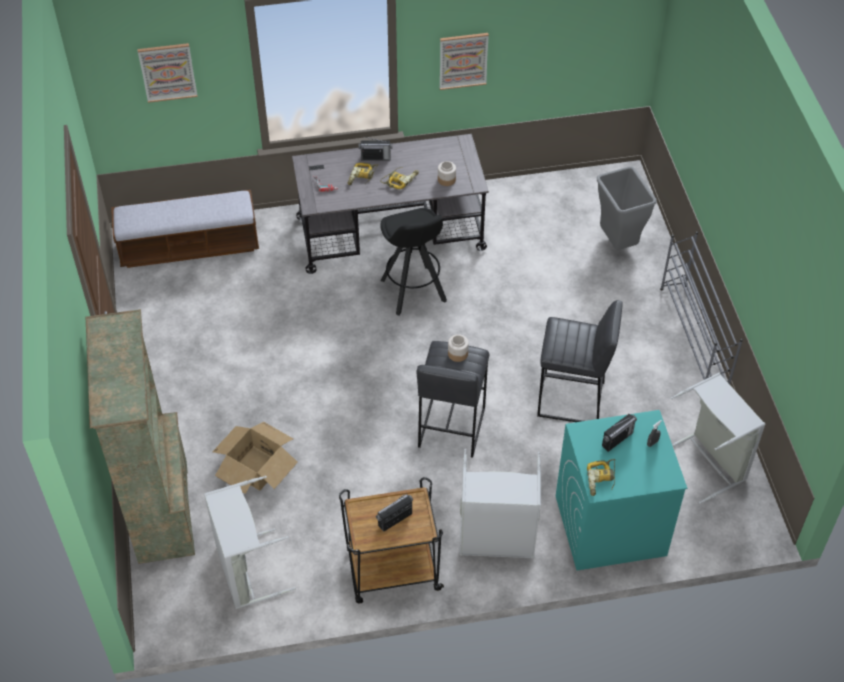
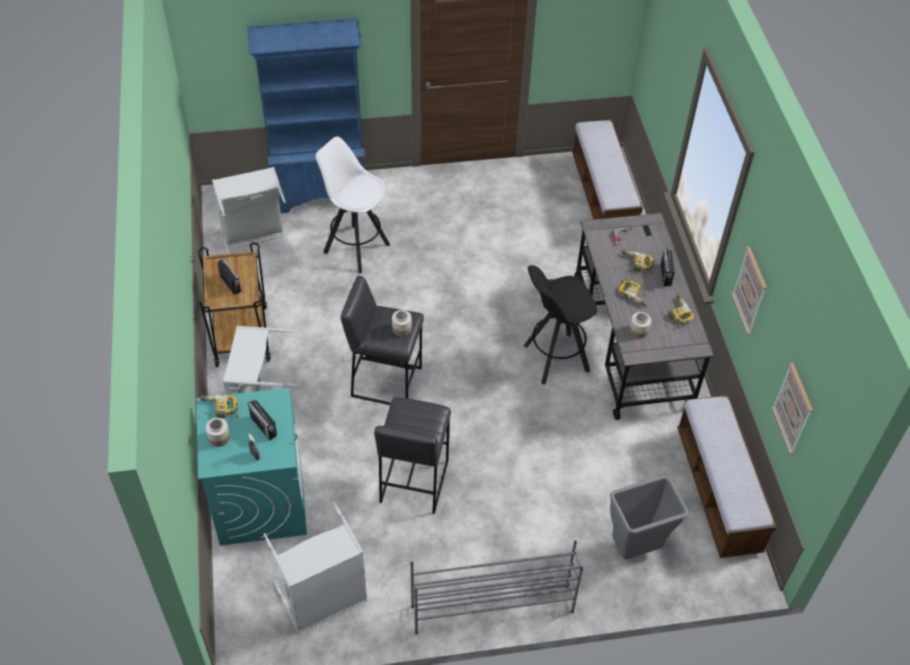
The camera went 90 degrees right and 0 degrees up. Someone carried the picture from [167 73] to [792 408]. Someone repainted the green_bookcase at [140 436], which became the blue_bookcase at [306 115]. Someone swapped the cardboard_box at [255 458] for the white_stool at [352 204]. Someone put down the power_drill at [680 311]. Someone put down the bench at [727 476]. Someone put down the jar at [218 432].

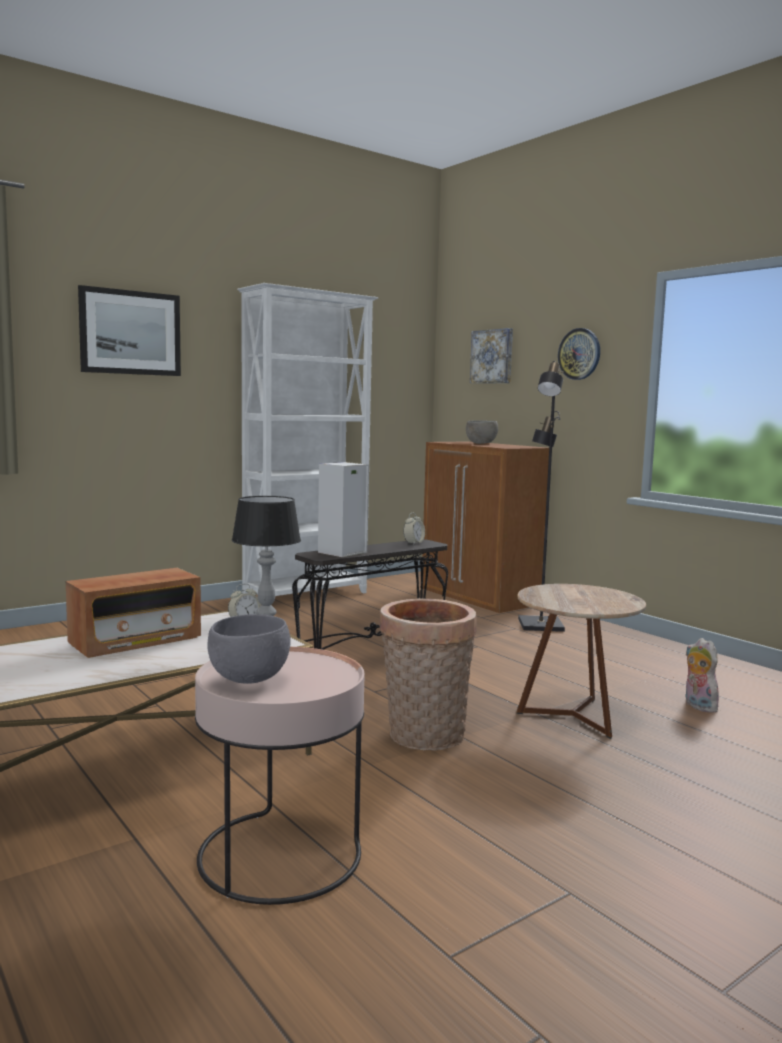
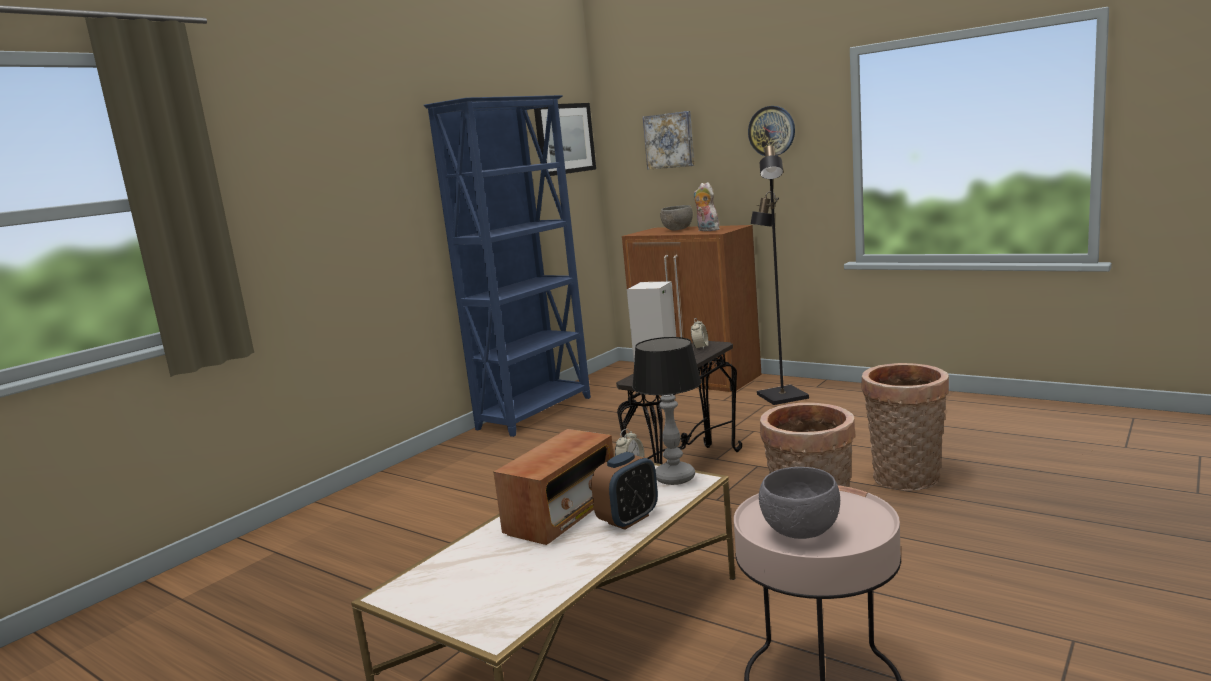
The camera went 15 degrees left and 5 degrees up. Someone repainted the white_bookcase at [308 439], which became the blue_bookcase at [507 266]. Someone carried the picture from [129 330] to [565 140]. Someone swapped the brown_side_table at [581 661] for the basket at [905 426]. Someone carried the plush_toy from [702 675] to [706 206]. Someone put down the alarm_clock at [624 491].

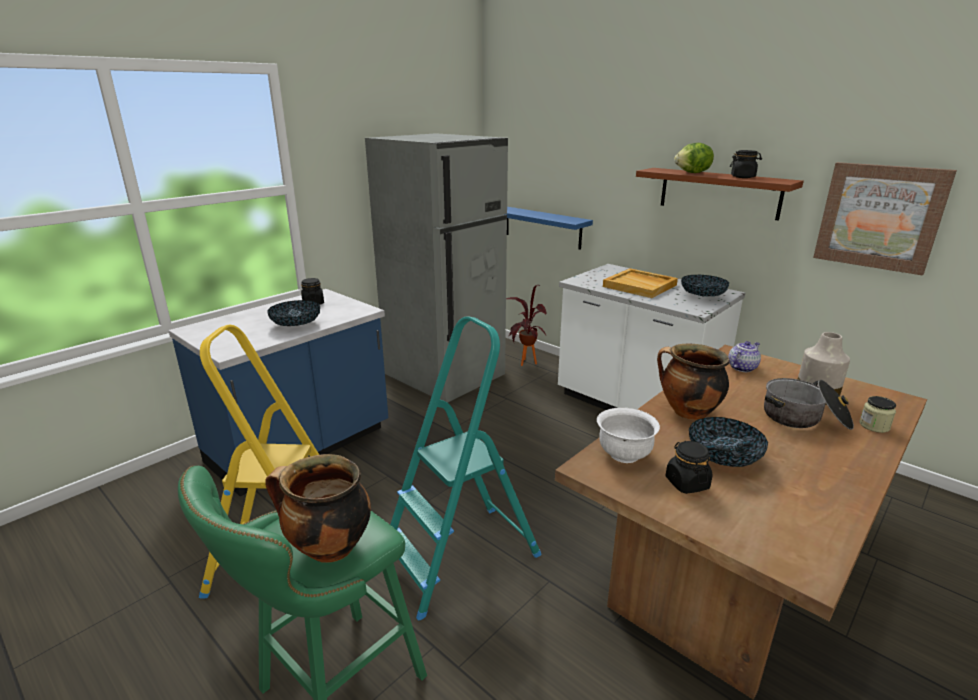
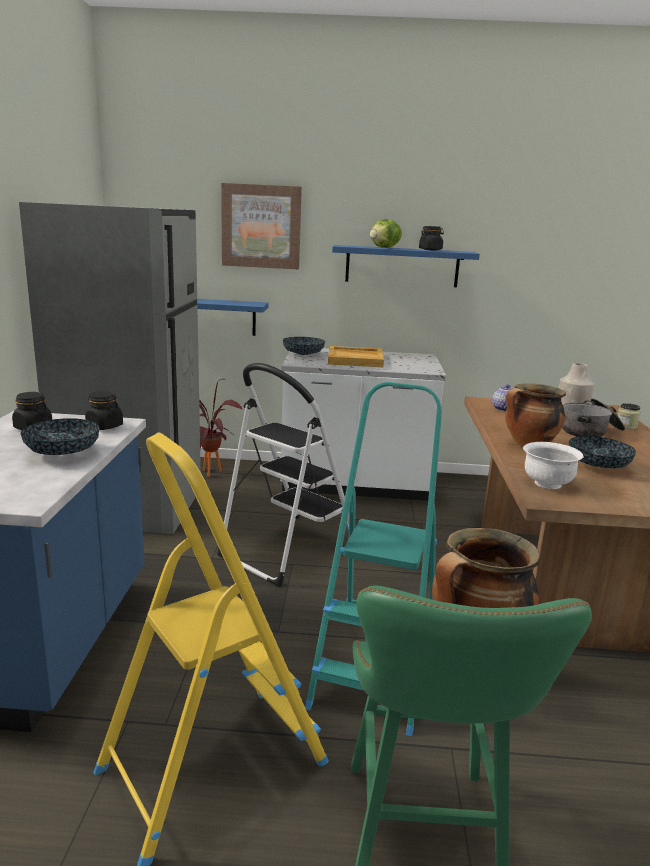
The camera went 40 degrees left and 5 degrees down. Someone carried the picture from [885 218] to [261 226]. Someone repainted the brown_shelf at [720 194], which became the blue_shelf at [406 266]. Someone carried the bowl from [705 285] to [304 346]. Someone carried the black_jar from [688 467] to [104 410]. Someone put down the step_ladder at [283 475].

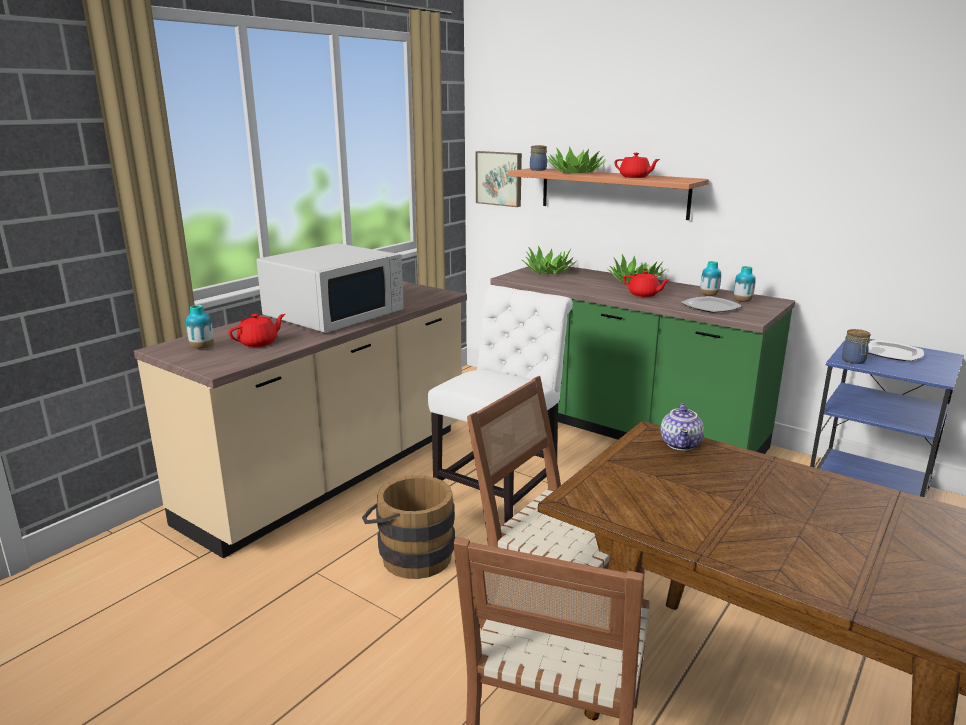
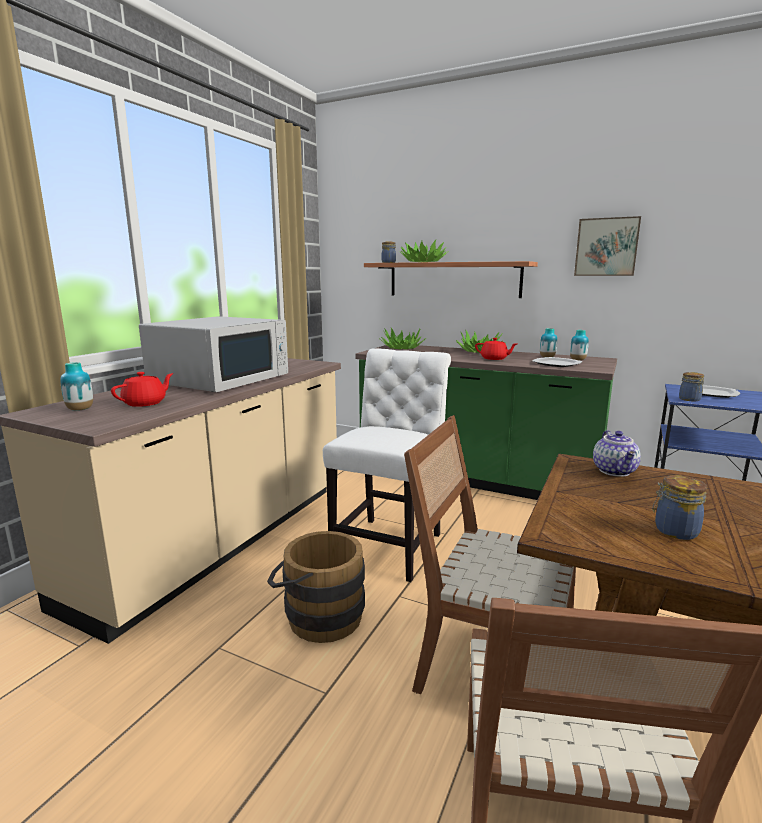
The camera went 10 degrees left and 5 degrees down. Someone carried the picture from [499 179] to [607 246]. Someone took away the red_teapot at [637 165]. Someone put down the jar at [679 507].

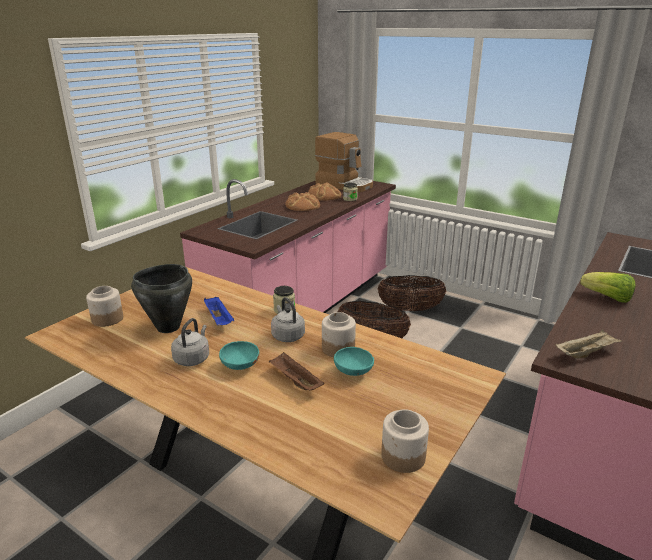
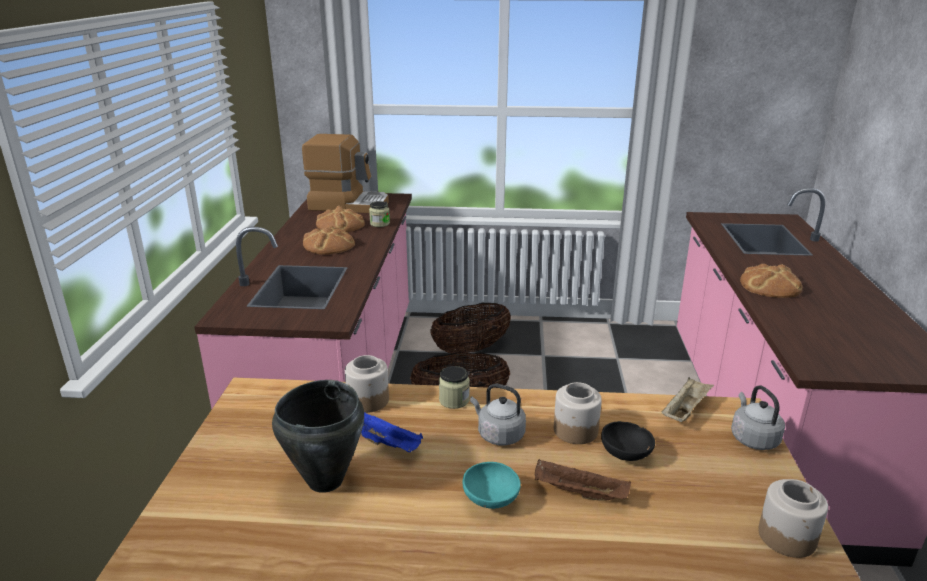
The camera went 30 degrees left and 0 degrees up. Someone swapped the lettuce at [608 287] for the bread at [771 281]. Someone carried the jar from [104 306] to [367 384]. Someone carried the grey_kettle from [190 342] to [758 417]. Someone carried the beige_tray from [589 344] to [688 399]. Someone repainted the turquoise_bowl at [354 361], which became the black_bowl at [628 441].

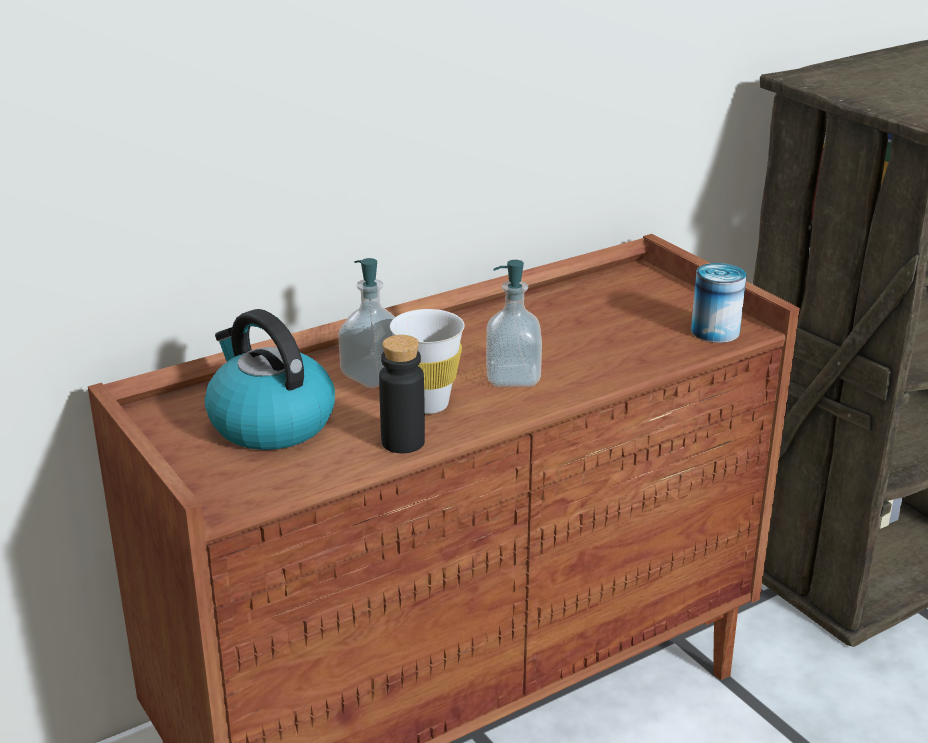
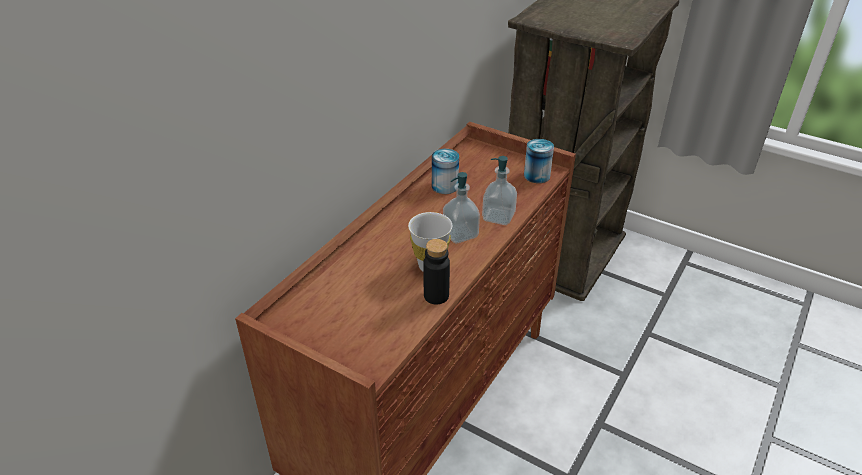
The camera went 25 degrees left and 10 degrees up. Someone carried the soap_dispenser from [366 323] to [499 190]. Someone took away the kettle at [270 379]. Someone put down the can at [445 171].

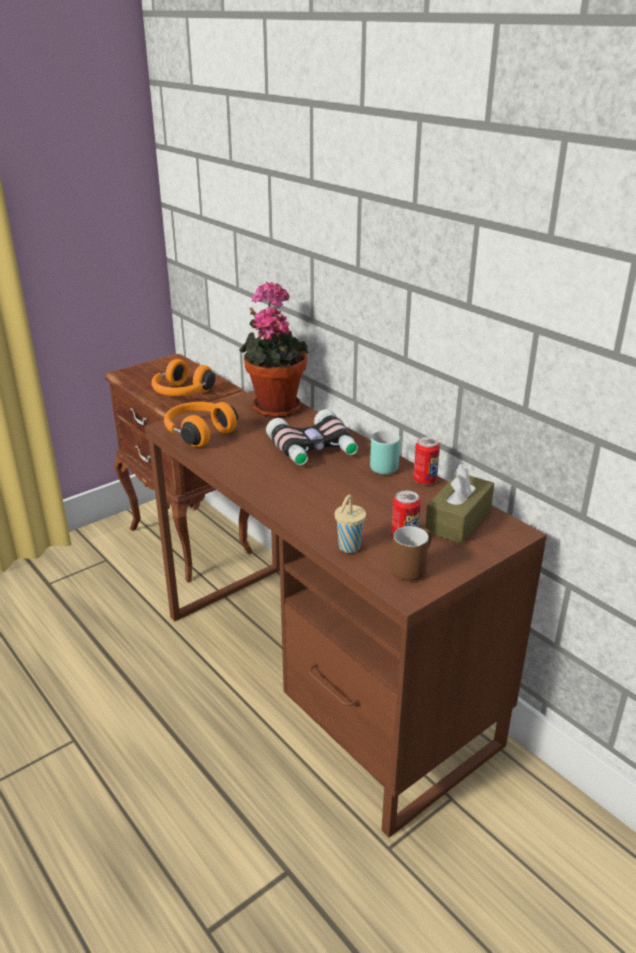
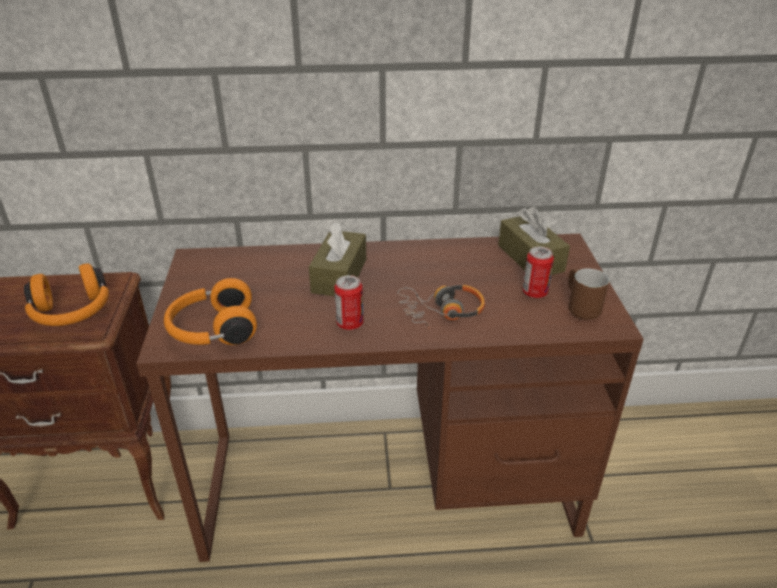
The camera went 55 degrees left and 5 degrees up. Someone took away the potted_plant at [274 350]. Someone swapped the binoculars at [312 437] for the brown_tissue_box at [337 258]. Someone took away the turquoise_mug at [385 453]. Someone carried the can from [426 461] to [348 302]. Someone took away the beige_cup at [350 524]. Someone put down the headphones at [441 307].

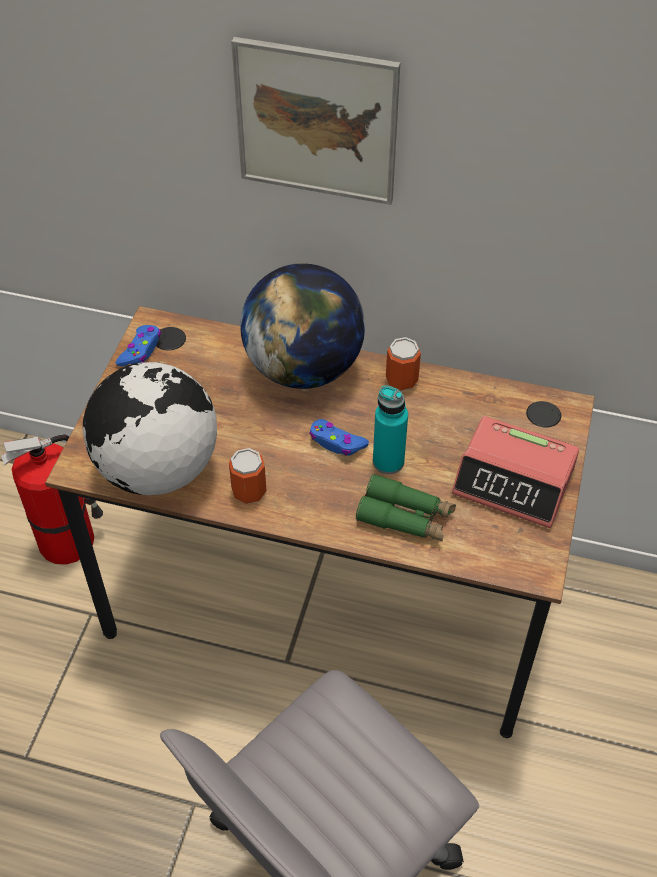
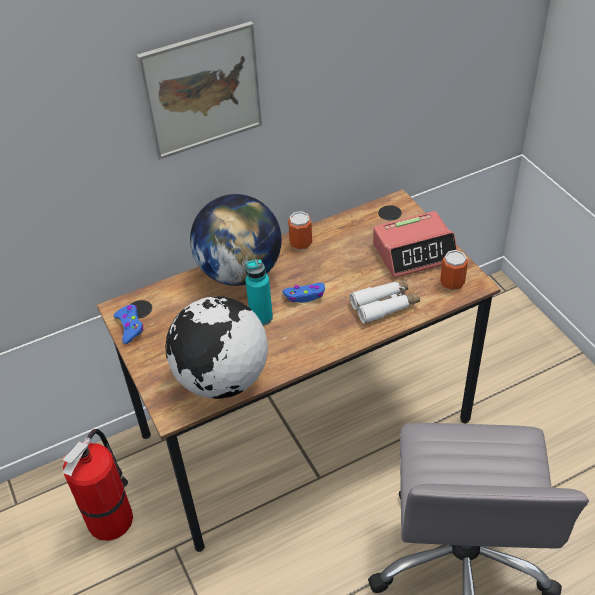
The camera went 40 degrees left and 5 degrees down. Someone carried the turquoise_bottle from [390 429] to [259 292]. Someone carried the can from [248 476] to [454 270]. Someone repainted the green_binoculars at [406 508], which became the white_binoculars at [385 301].

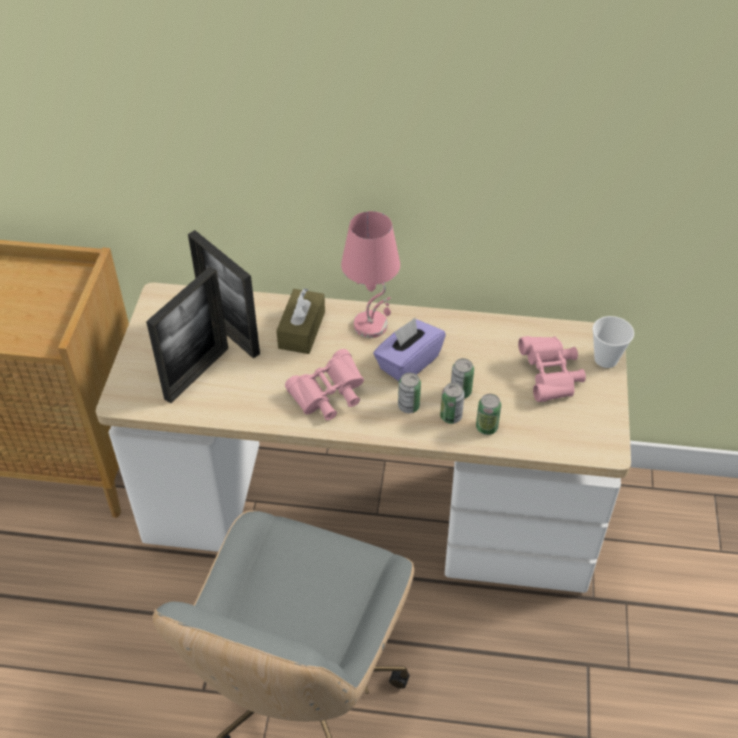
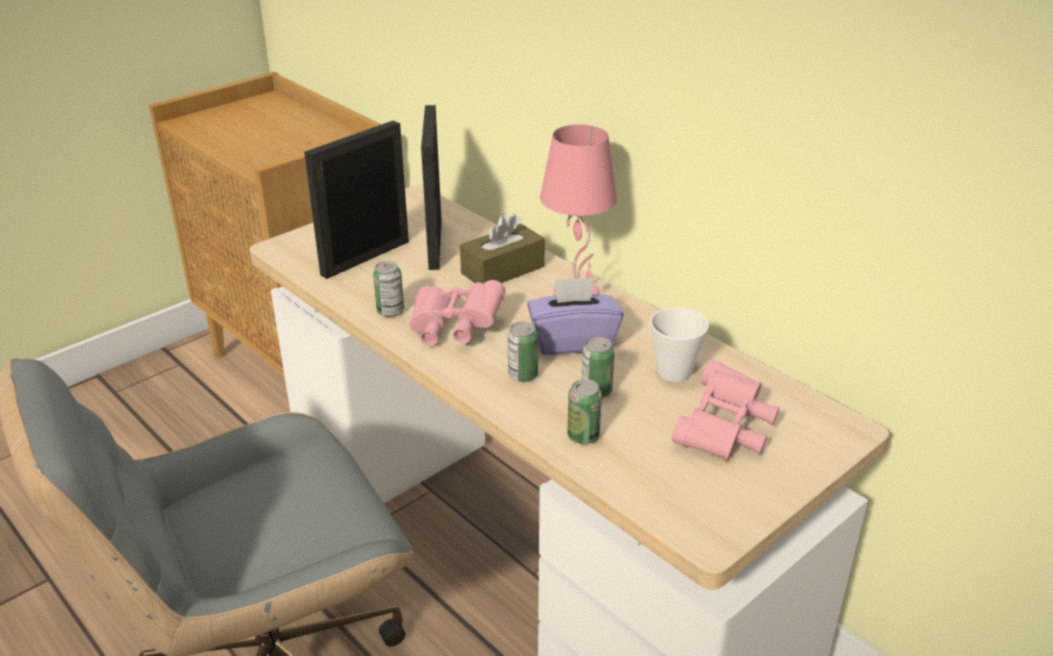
The camera went 40 degrees right and 15 degrees down. Someone rotated the picture_frame at [187 334] by 150 degrees clockwise. Someone carried the cup from [613 342] to [679 344]. Someone carried the can from [452 403] to [388 289].

